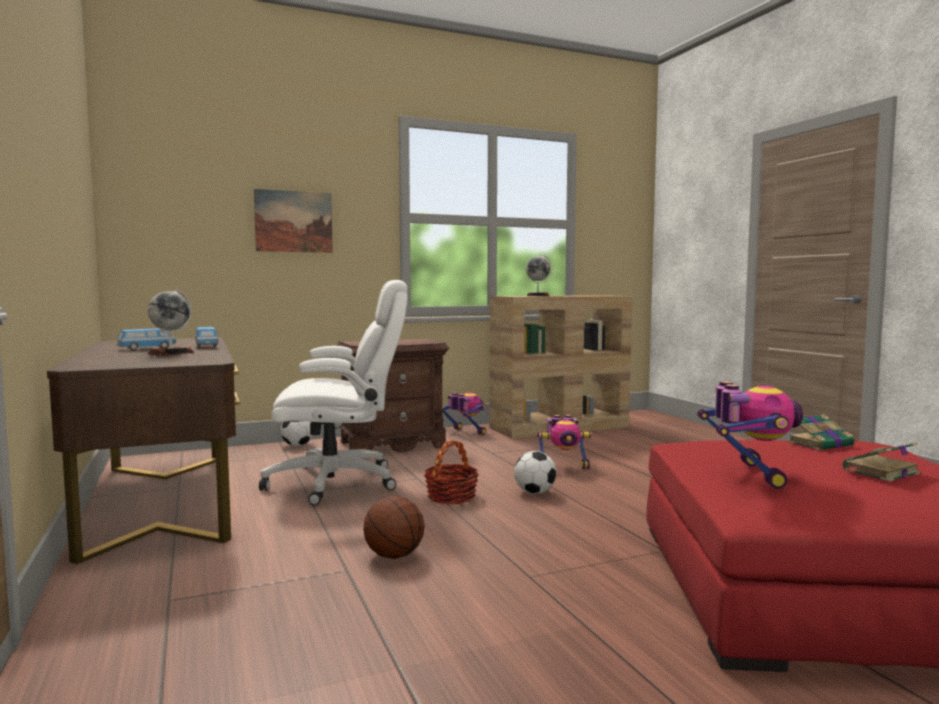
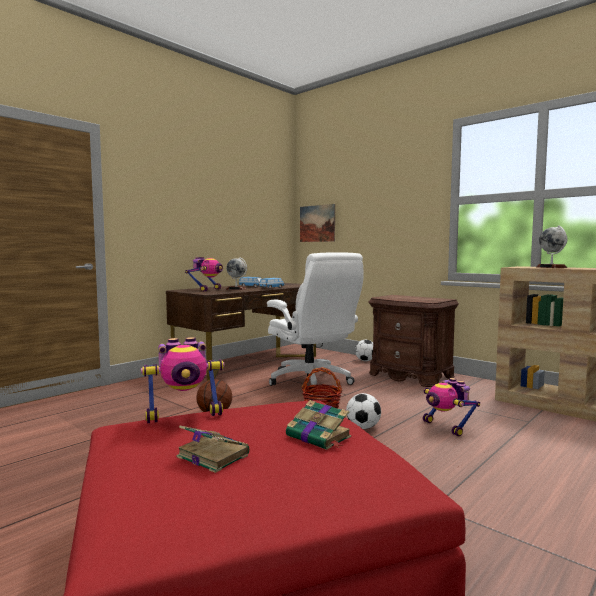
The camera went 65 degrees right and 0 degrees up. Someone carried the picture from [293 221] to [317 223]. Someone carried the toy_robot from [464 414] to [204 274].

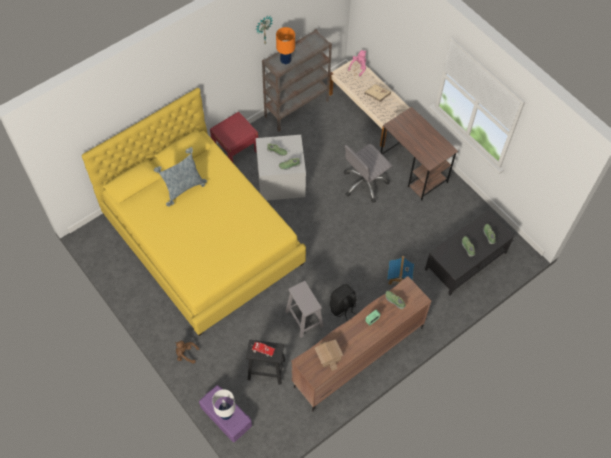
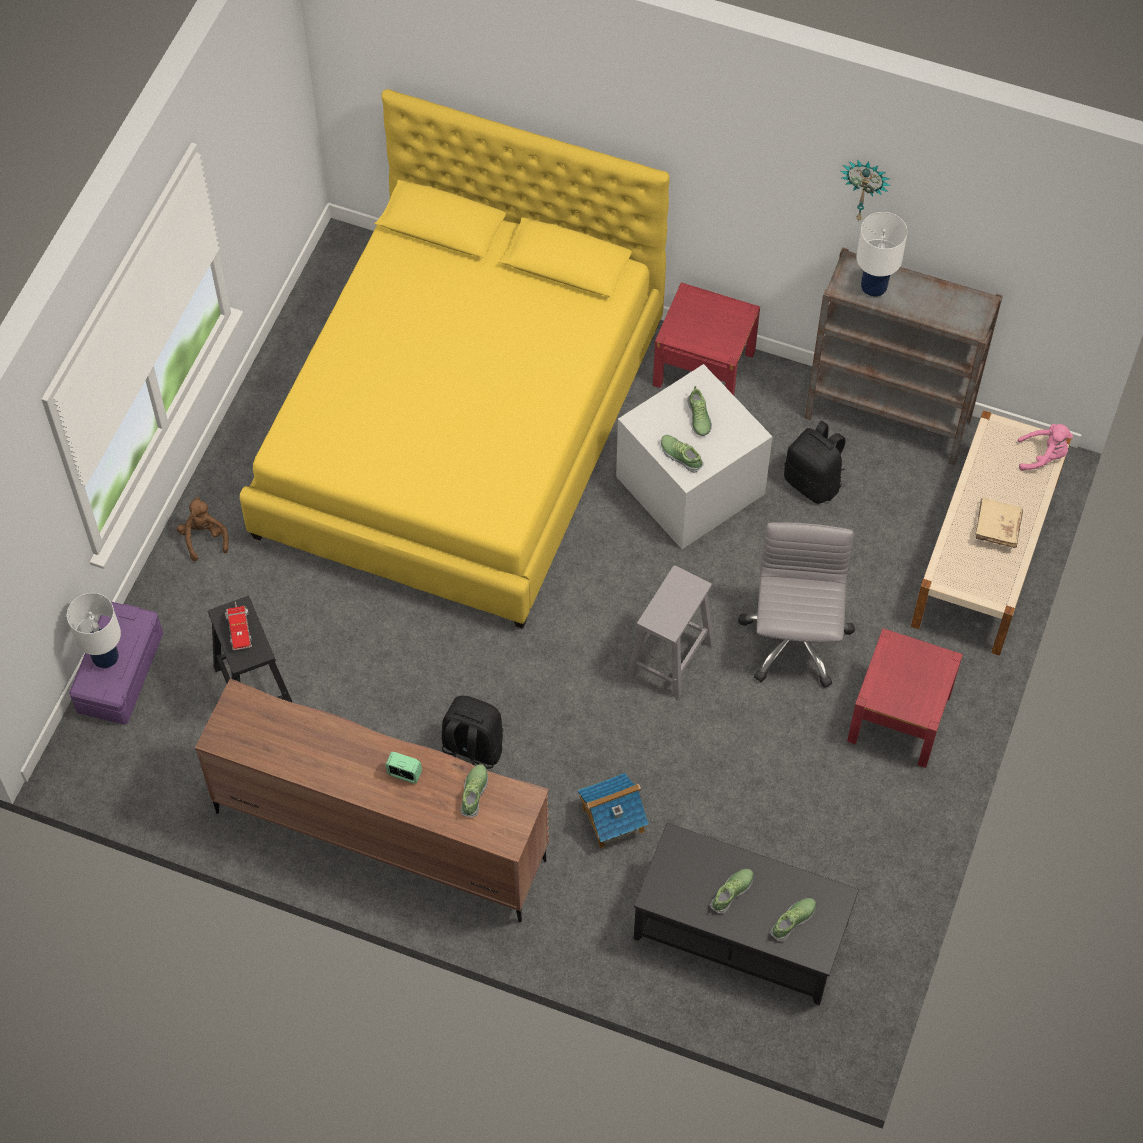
The camera went 60 degrees right and 0 degrees up. Someone repainted the orange_table_lamp at [285 45], which became the white_table_lamp at [882 254]. Someone swapped the brown_desk at [419 153] for the red_nightstand at [905 698]. Someone rotated the grey_office_chair at [368 173] by 75 degrees clockwise. Someone took away the pillow at [180 177]. Someone carried the grey_stool from [304 309] to [670 632]. Someone took away the toy_house at [329 355]. Someone put down the black_backpack at [815 462].

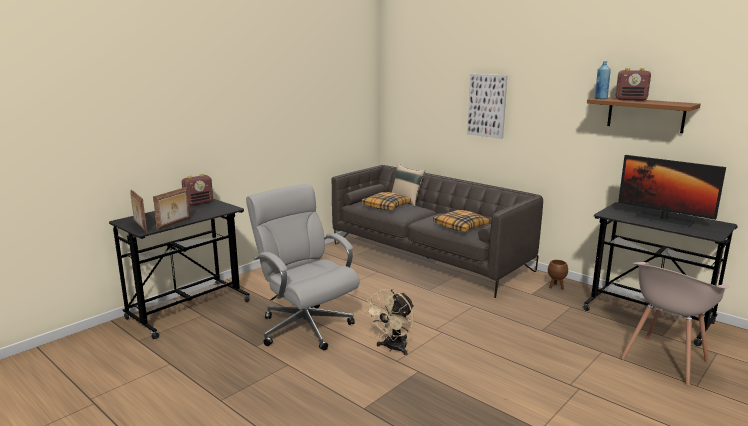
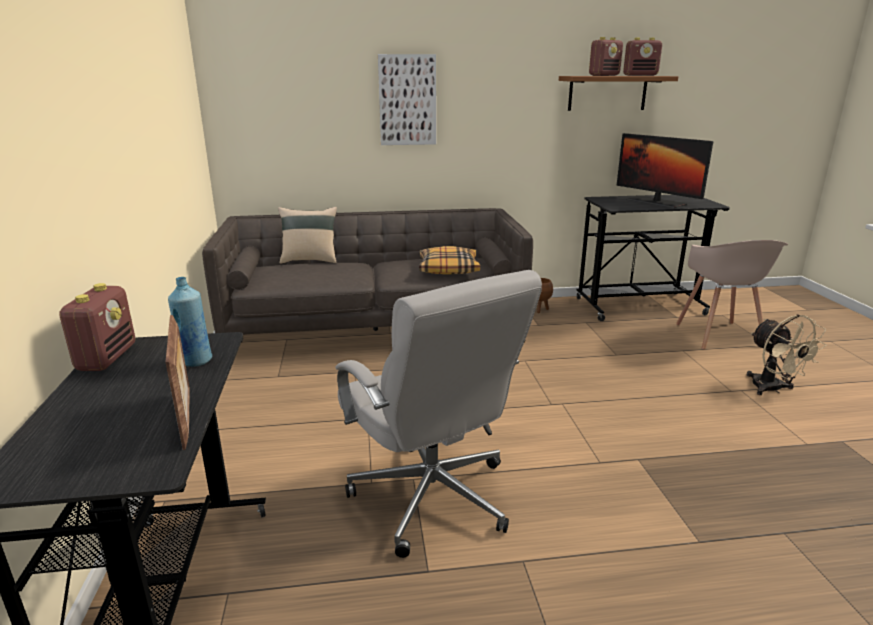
The camera went 50 degrees left and 5 degrees up. Someone carried the blue_bottle from [603 80] to [190 322]. Someone rotated the monitor at [672 191] by 60 degrees clockwise. Someone rotated the grey_office_chair at [303 267] by 120 degrees counterclockwise. Someone took away the picture_frame at [138 211]. Someone took away the pillow at [386 201]. Someone carried the beige_fan from [389 322] to [787 354]. Someone put down the radio at [642 57].

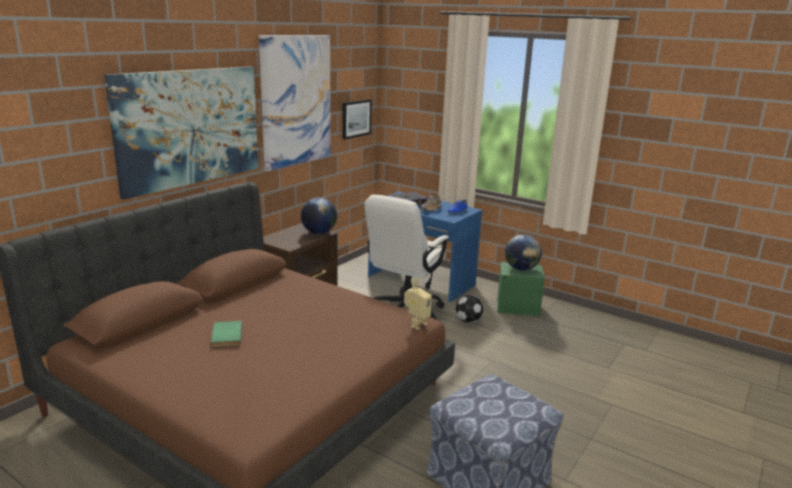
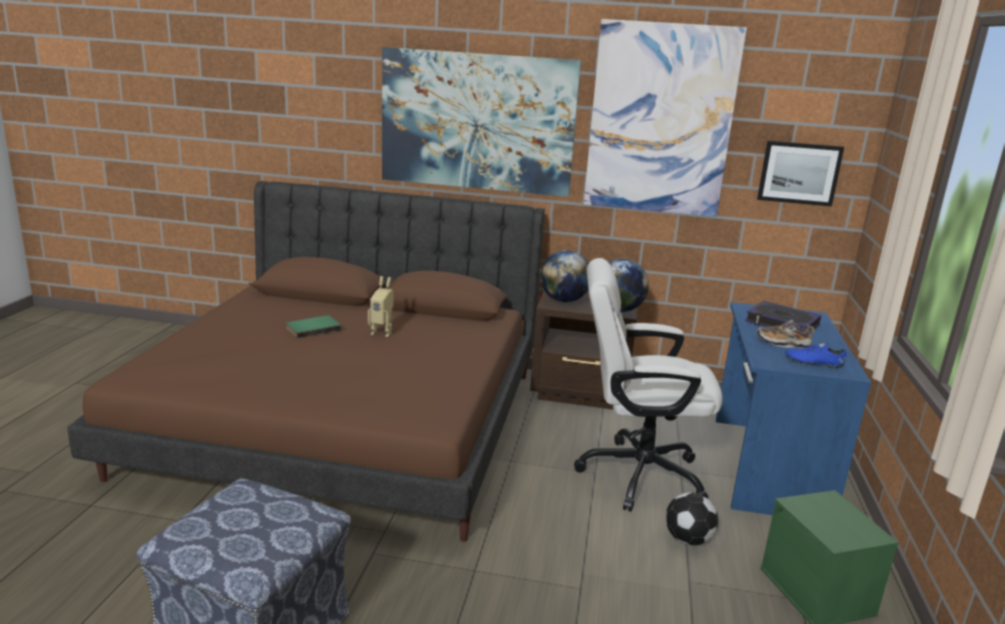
The camera went 65 degrees right and 0 degrees up. Someone carried the globe from [523 253] to [564 276]. Someone carried the toy_robot from [418 303] to [381 306].

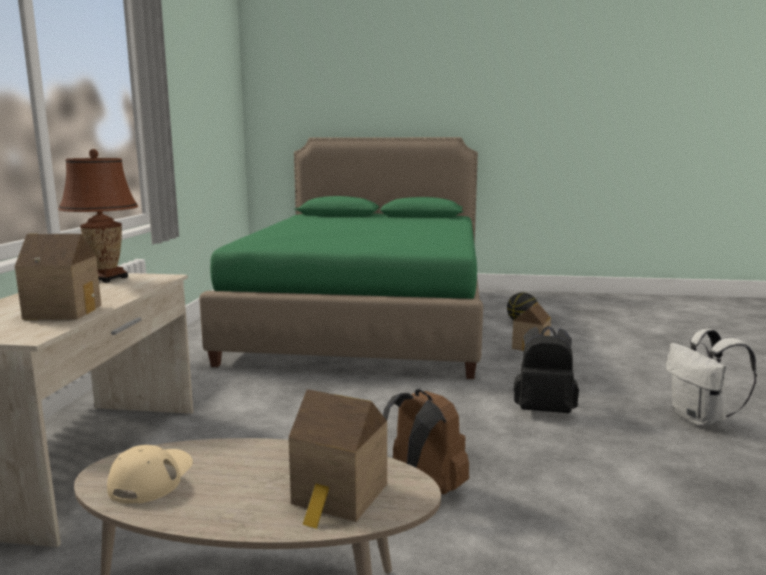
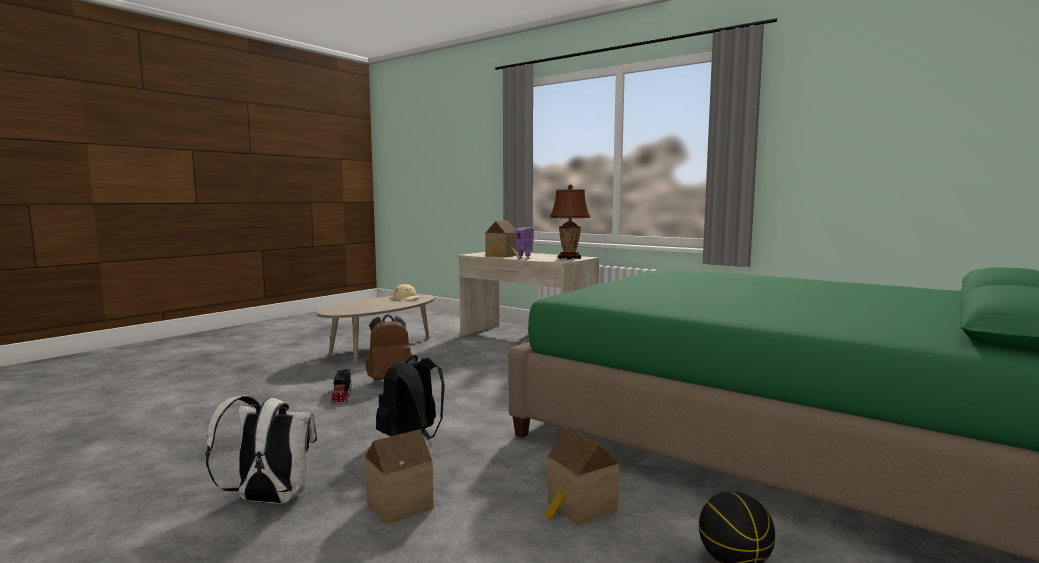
The camera went 120 degrees right and 5 degrees down. Someone carried the toy_house from [337 459] to [399 477]. Someone put down the toy_robot at [524 239]. Someone put down the toy_truck at [341 386].

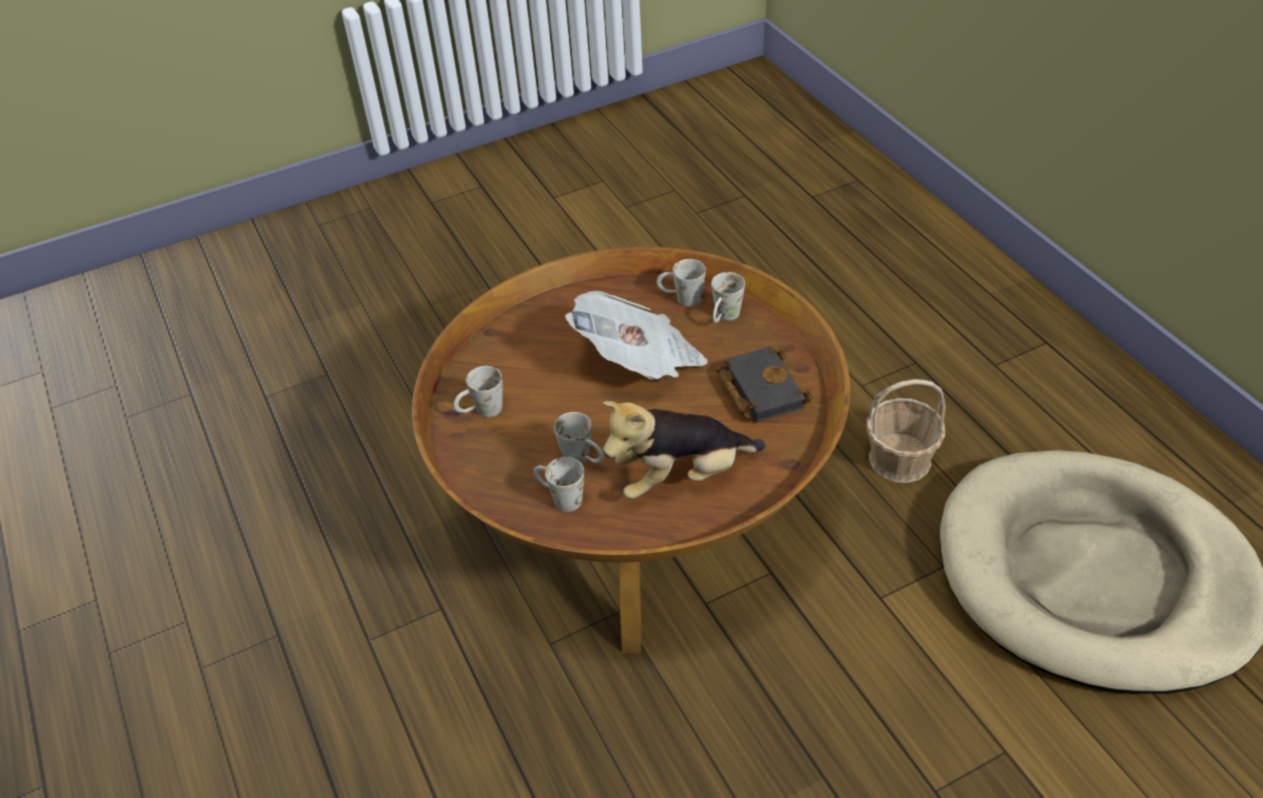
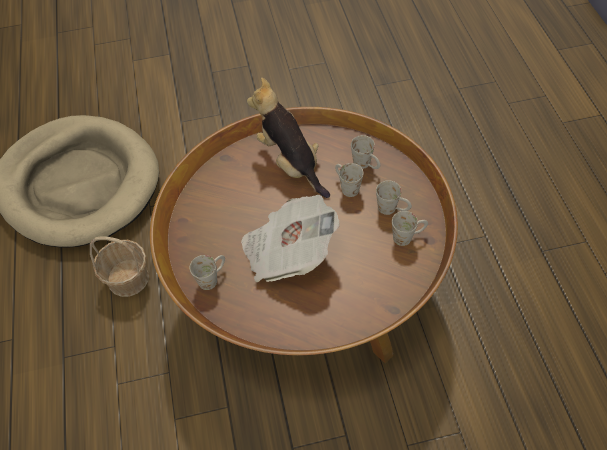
The camera went 165 degrees left and 10 degrees up. Someone carried the white_mug from [681 283] to [394 197]. Someone took away the black_book at [764 384]. Someone rotated the plush_toy at [684 450] by 120 degrees counterclockwise.

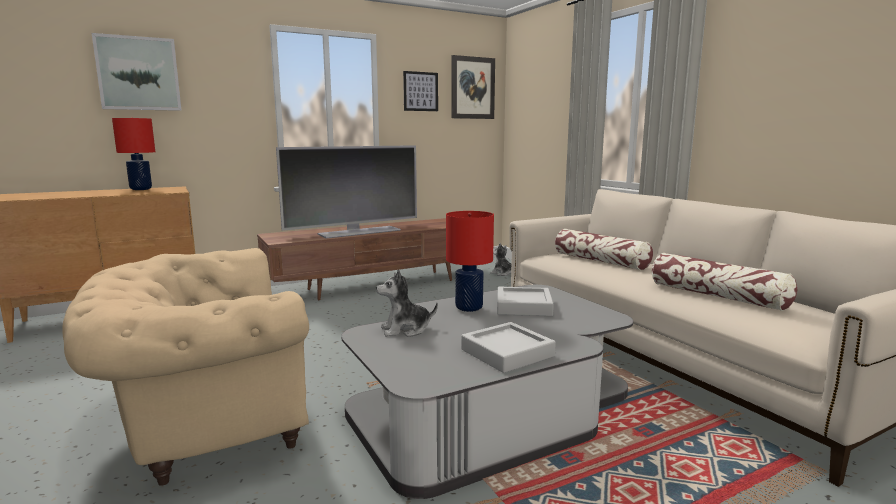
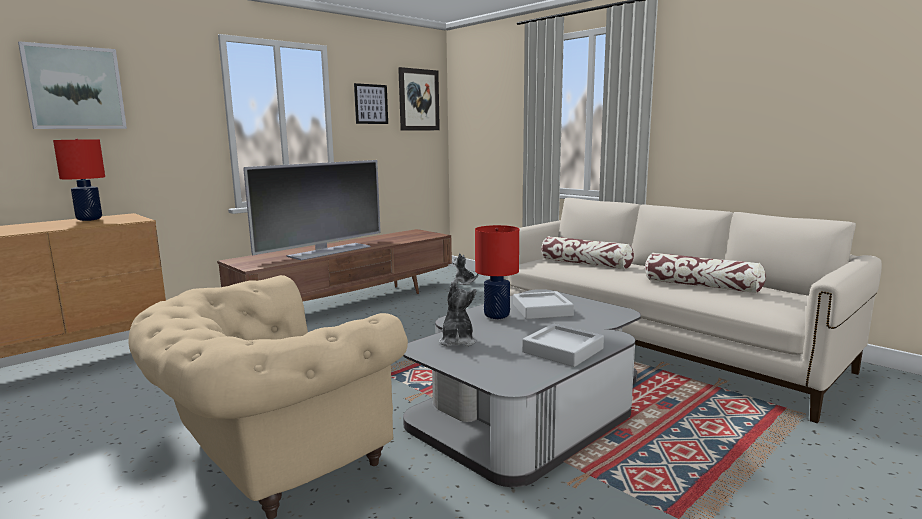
The camera went 15 degrees left and 0 degrees up. Someone rotated the plush_toy at [407 303] by 120 degrees clockwise.

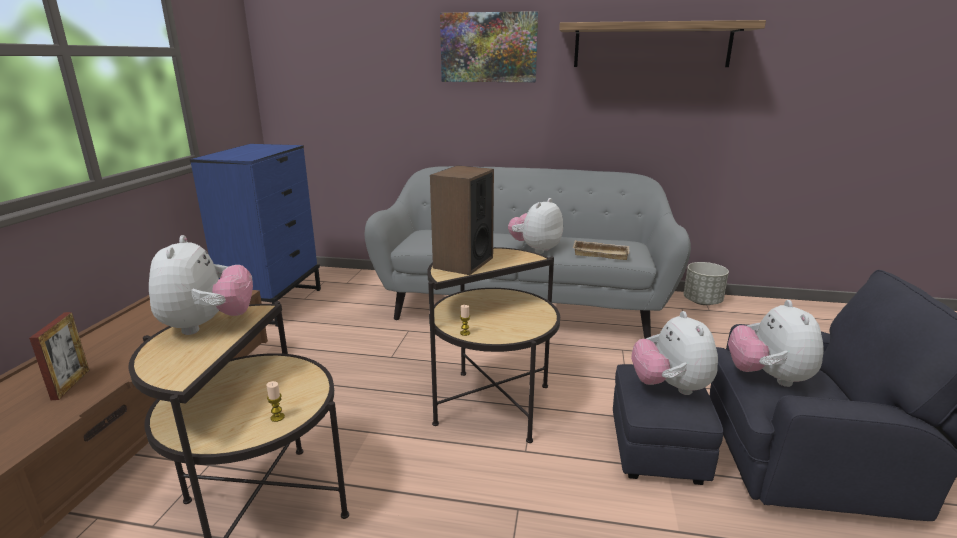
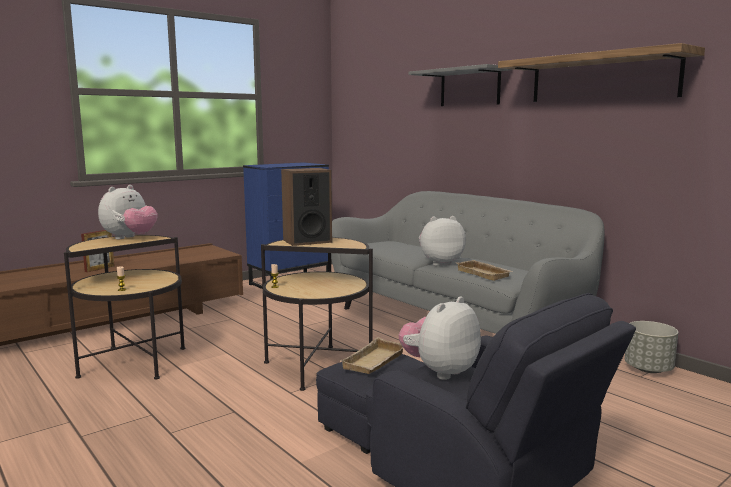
The camera went 40 degrees right and 10 degrees down. Someone swapped the picture at [489 46] for the grey_shelf at [460 85]. Someone swapped the plush_toy at [674 353] for the beige_tray at [371 355].

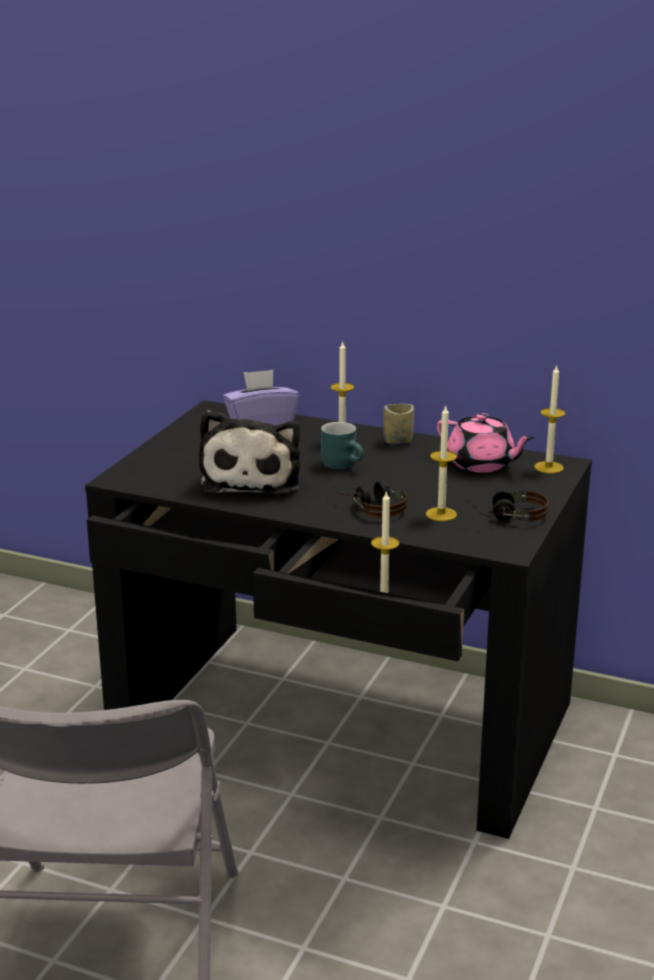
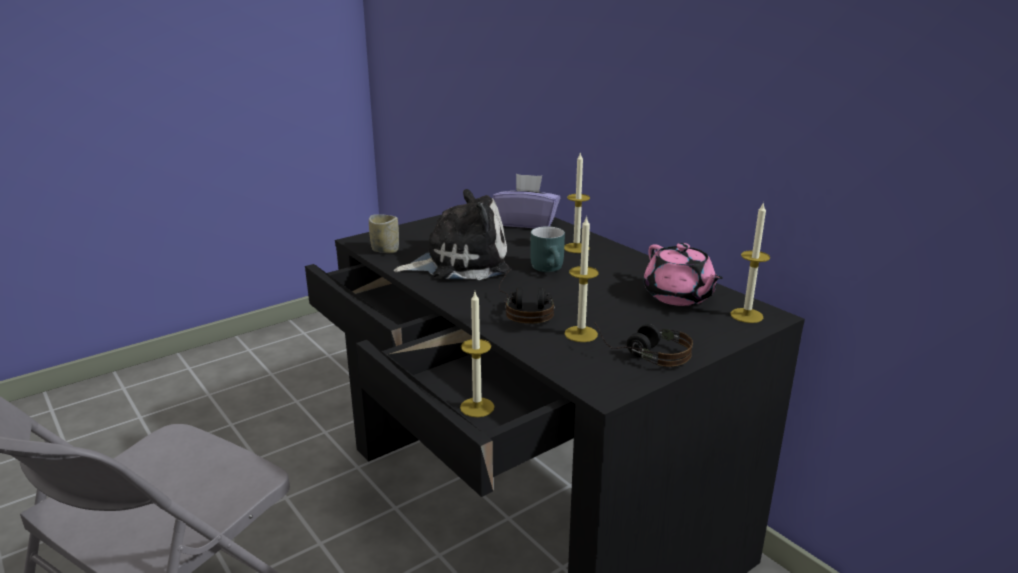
The camera went 30 degrees right and 0 degrees up. Someone carried the cup from [399 424] to [384 233]. Someone rotated the plush_toy at [249 452] by 135 degrees counterclockwise.

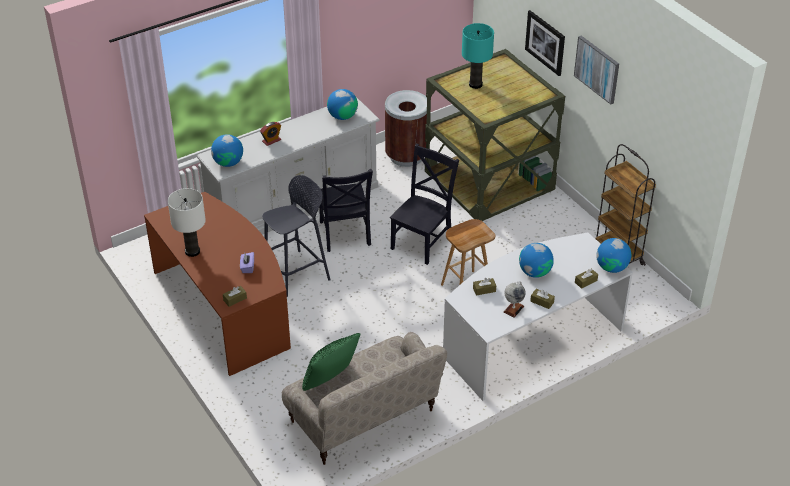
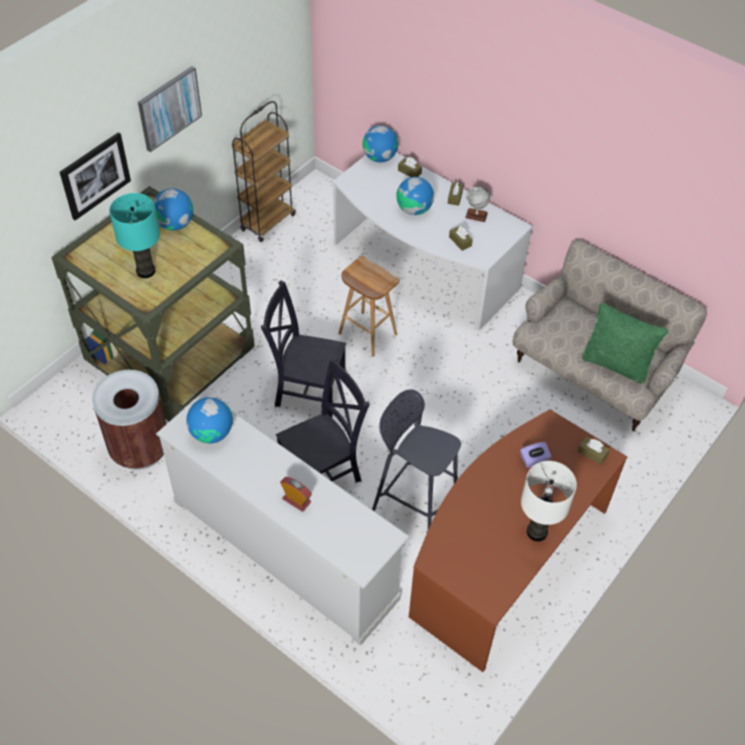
The camera went 110 degrees left and 10 degrees up. Someone carried the globe from [227 150] to [173 210].

